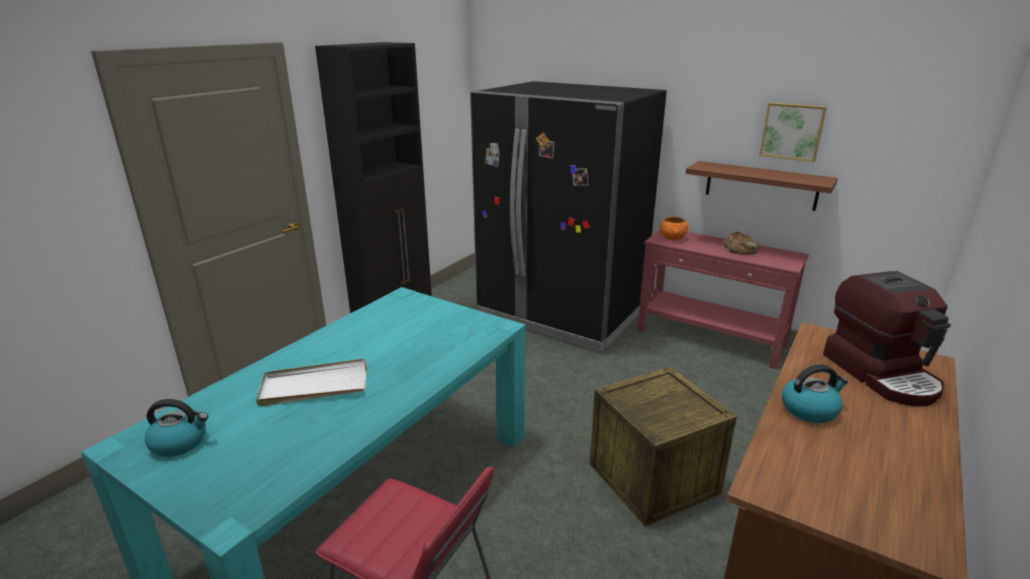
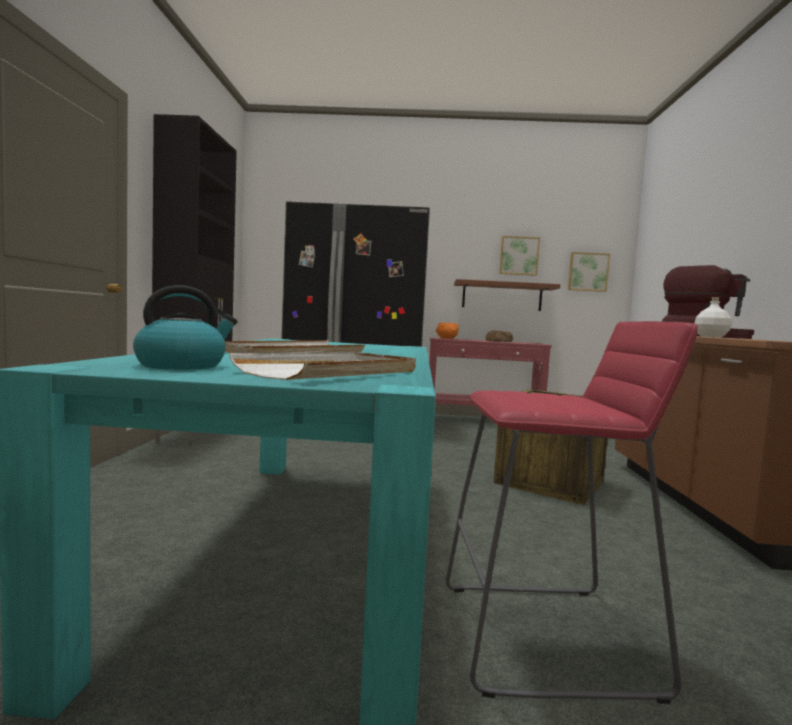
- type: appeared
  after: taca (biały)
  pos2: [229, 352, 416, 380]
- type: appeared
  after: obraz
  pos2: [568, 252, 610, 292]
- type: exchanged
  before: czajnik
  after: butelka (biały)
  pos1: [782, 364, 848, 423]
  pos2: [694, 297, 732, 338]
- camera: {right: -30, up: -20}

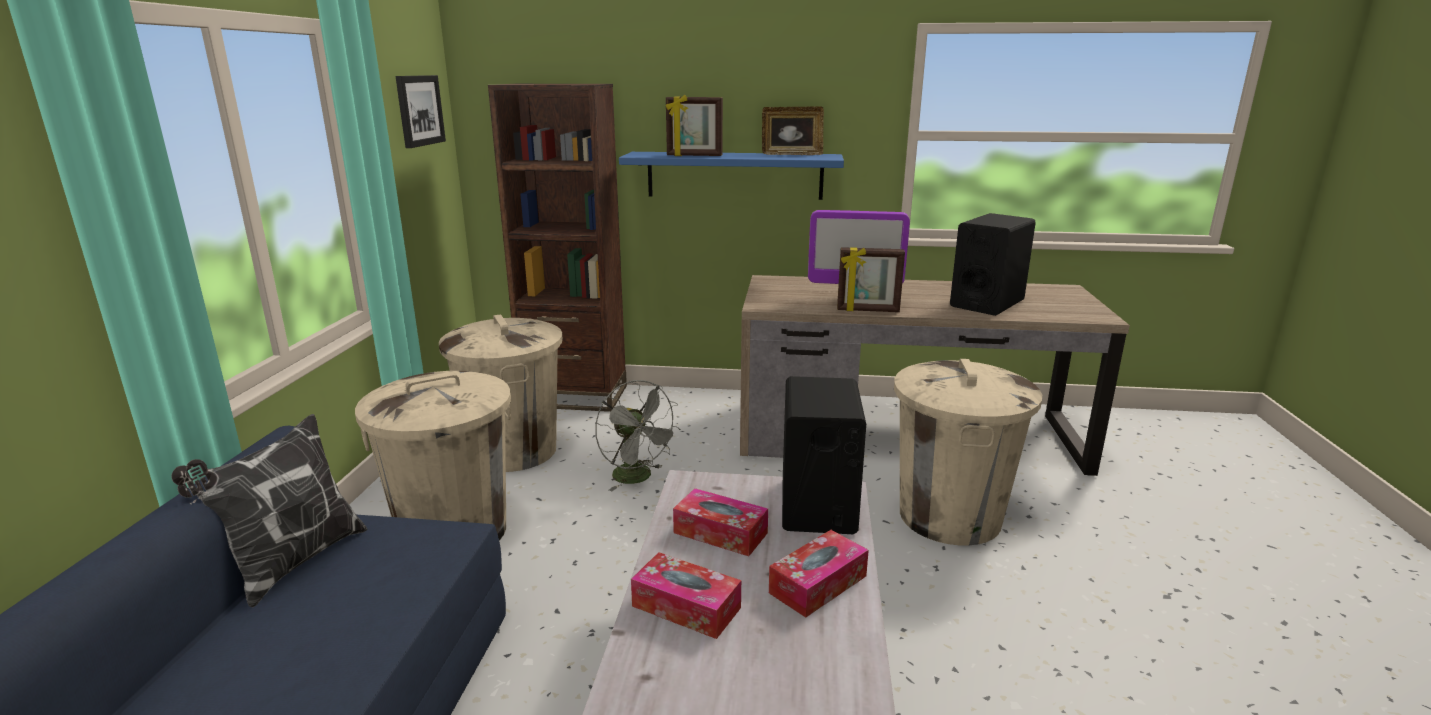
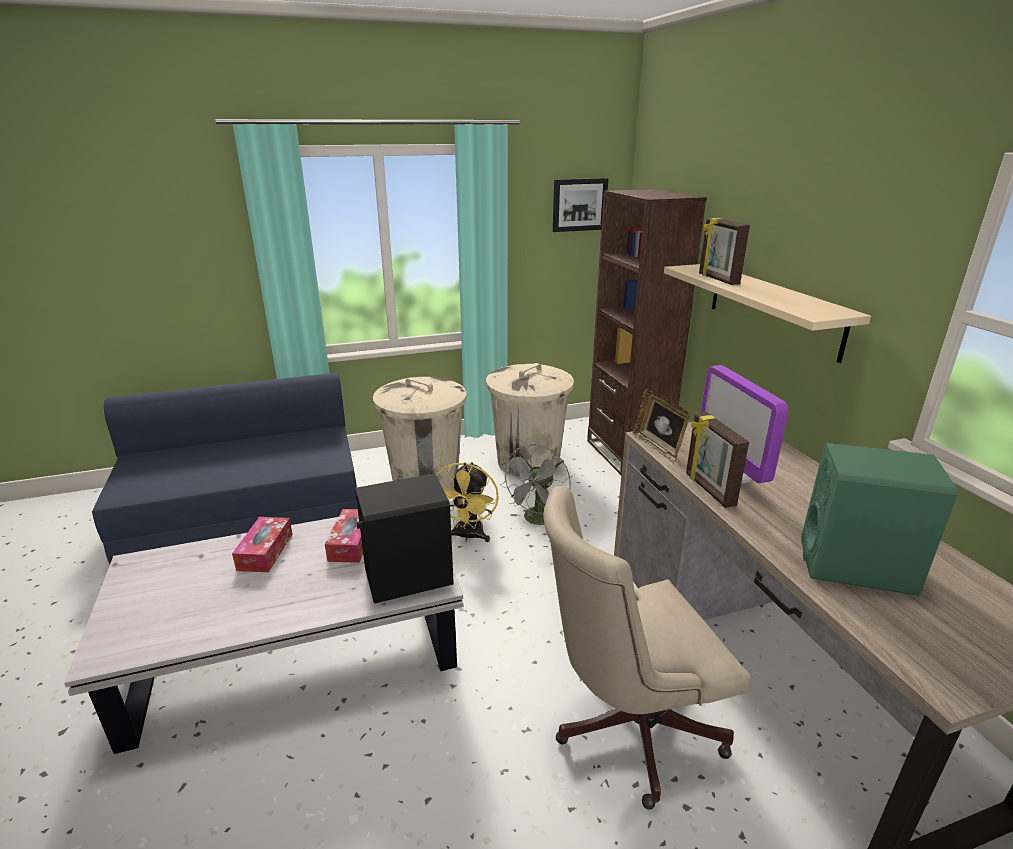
- type: appeared
  after: wentylator (żółty)
  pos2: [436, 462, 499, 542]
- type: exchanged
  before: kosz na śmieci (beżowy)
  after: krzesło biurowe (beżowy)
  pos1: [894, 359, 1042, 546]
  pos2: [543, 486, 751, 810]
- type: relocated
  before: ramka na zdjęcie
  pos1: [762, 106, 824, 155]
  pos2: [633, 389, 690, 463]
- type: colour
  before: półka (niebieski)
  after: półka (beżowy)
  pos1: [619, 152, 844, 200]
  pos2: [664, 264, 871, 363]
- type: colour
  before: głośnik (czarny)
  after: głośnik (zielony)
  pos1: [950, 213, 1036, 316]
  pos2: [801, 443, 958, 596]
- type: missing
  before: poduszka
  pos1: [172, 414, 367, 607]
- type: missing
  before: pudełko chusteczek
  pos1: [769, 530, 869, 618]
- camera: {right: 65, up: 5}

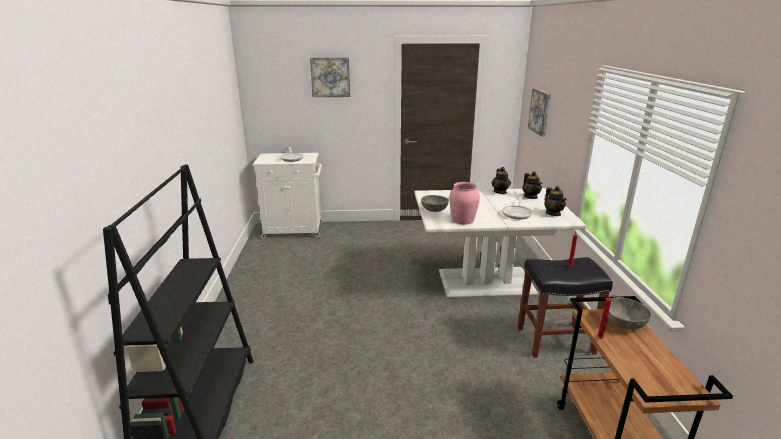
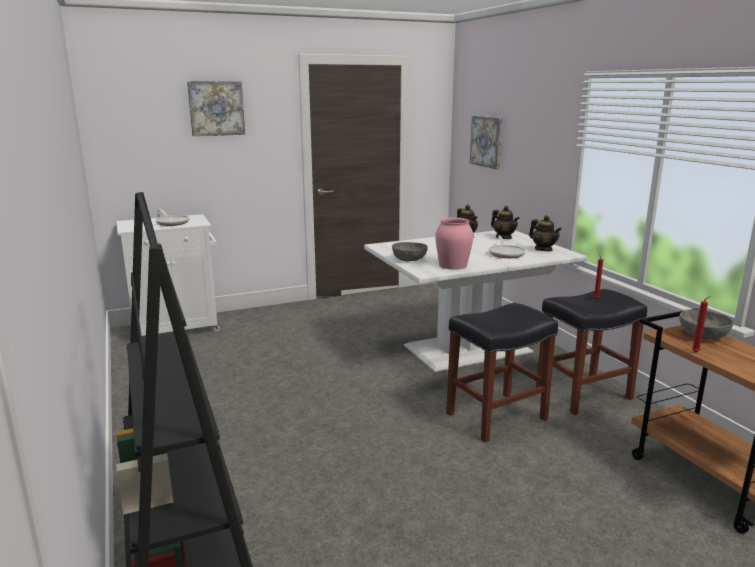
- type: appeared
  after: stołek (czarny)
  pos2: [446, 303, 558, 442]
- camera: {right: -20, up: -5}

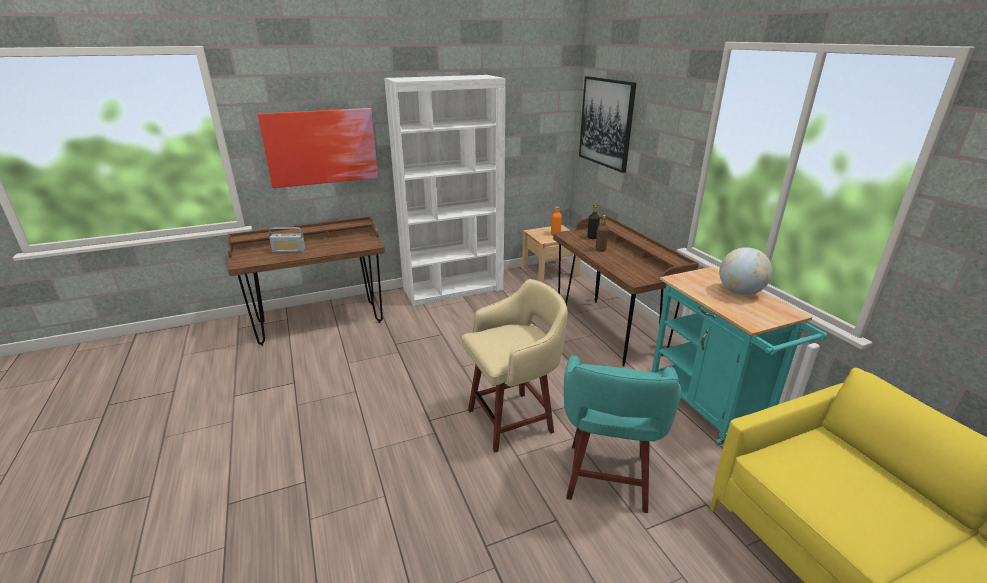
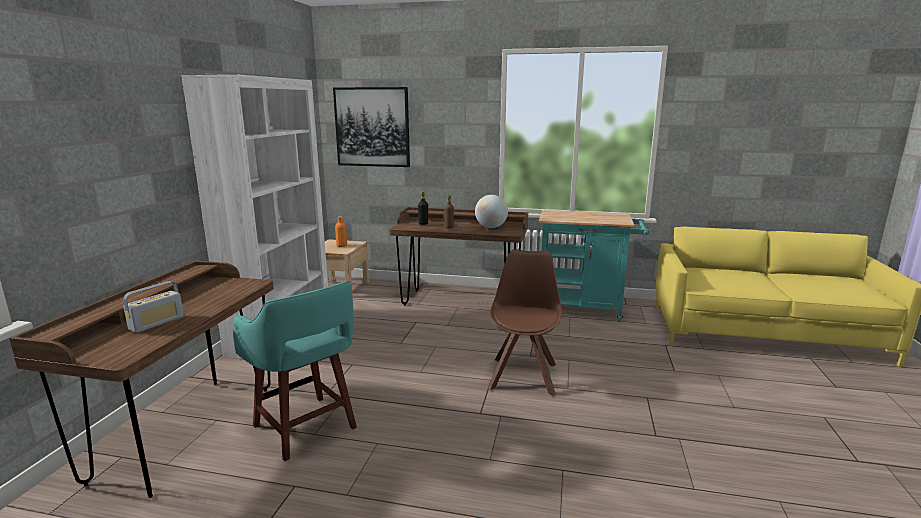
- type: relocated
  before: stołek (turkusowy)
  pos1: [564, 355, 681, 513]
  pos2: [233, 281, 357, 461]
- type: relocated
  before: globus
  pos1: [719, 247, 772, 295]
  pos2: [475, 195, 508, 228]
- type: exchanged
  before: stołek (beżowy)
  after: krzesło (brązowy)
  pos1: [462, 279, 568, 453]
  pos2: [488, 249, 563, 396]
- type: missing
  before: obraz
  pos1: [258, 108, 378, 188]
- camera: {right: -55, up: -10}

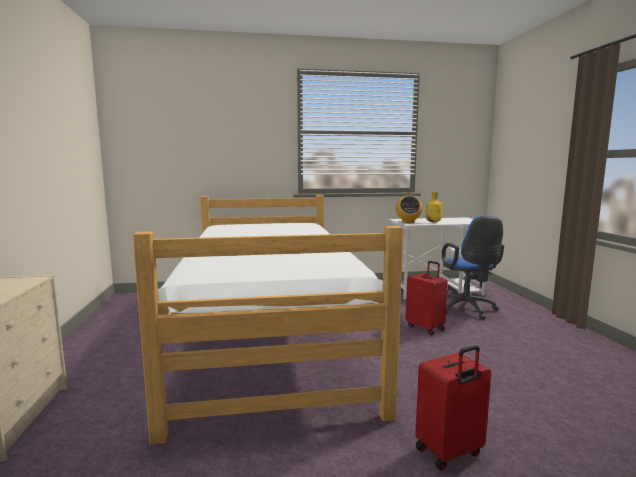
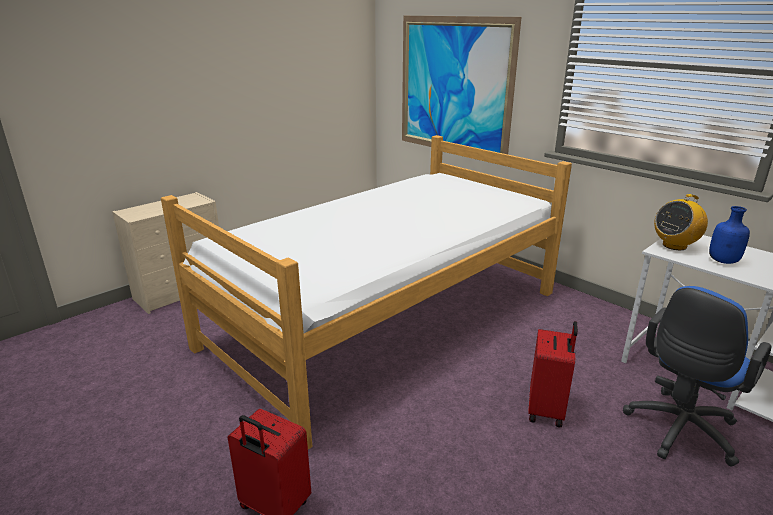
- type: appeared
  after: obraz
  pos2: [402, 16, 522, 154]
- type: colour
  before: butelka (żółty)
  after: butelka (niebieski)
  pos1: [426, 192, 442, 222]
  pos2: [709, 206, 750, 264]
- camera: {right: 55, up: 15}

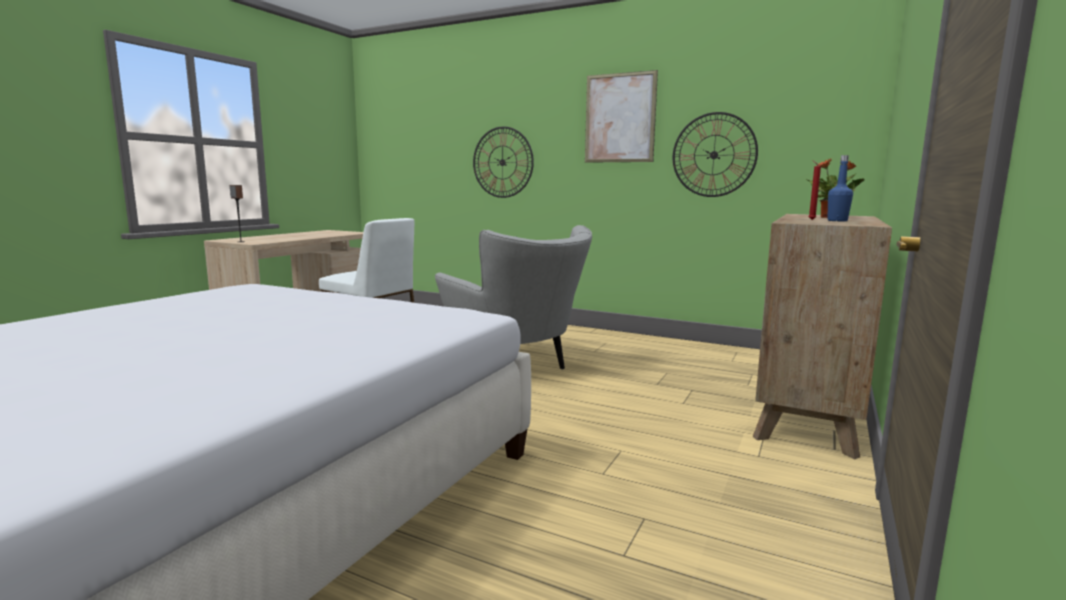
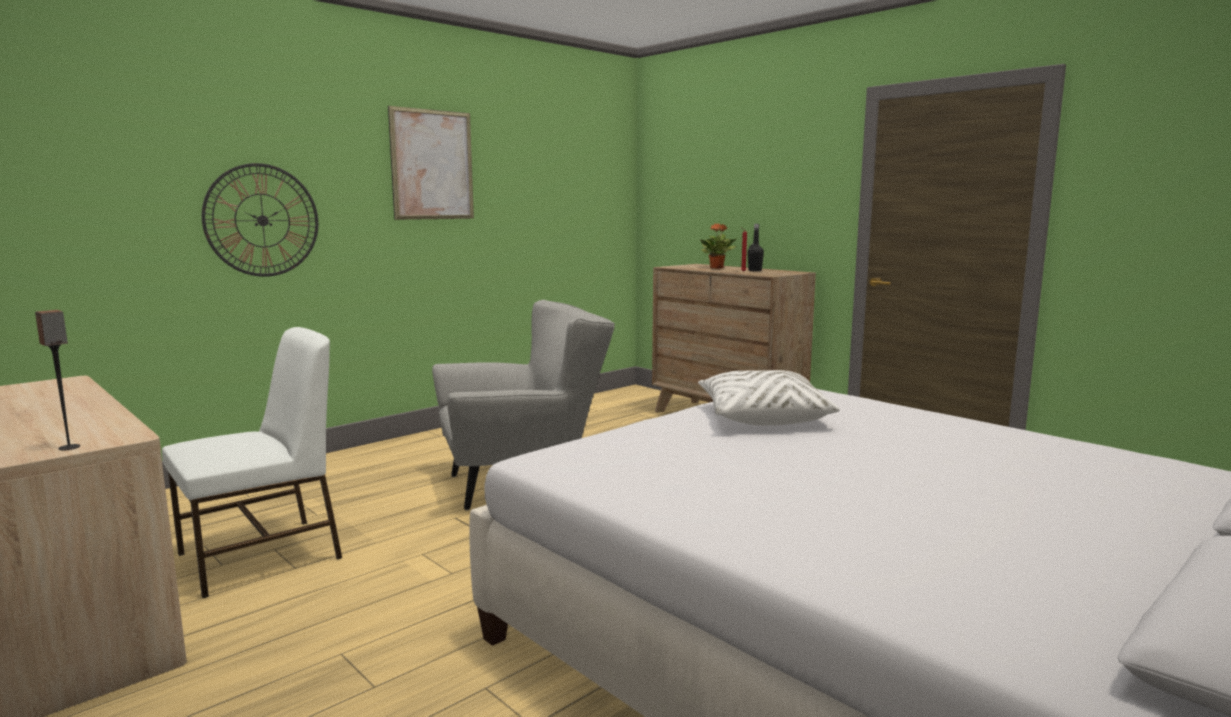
- type: appeared
  after: poduszka (biały)
  pos2: [698, 370, 840, 426]
- type: colour
  before: butelka (niebieski)
  after: butelka (czarny)
  pos1: [827, 155, 853, 221]
  pos2: [748, 224, 764, 271]
- type: missing
  before: zegar ścienny
  pos1: [673, 112, 758, 197]
- camera: {right: -70, up: 0}

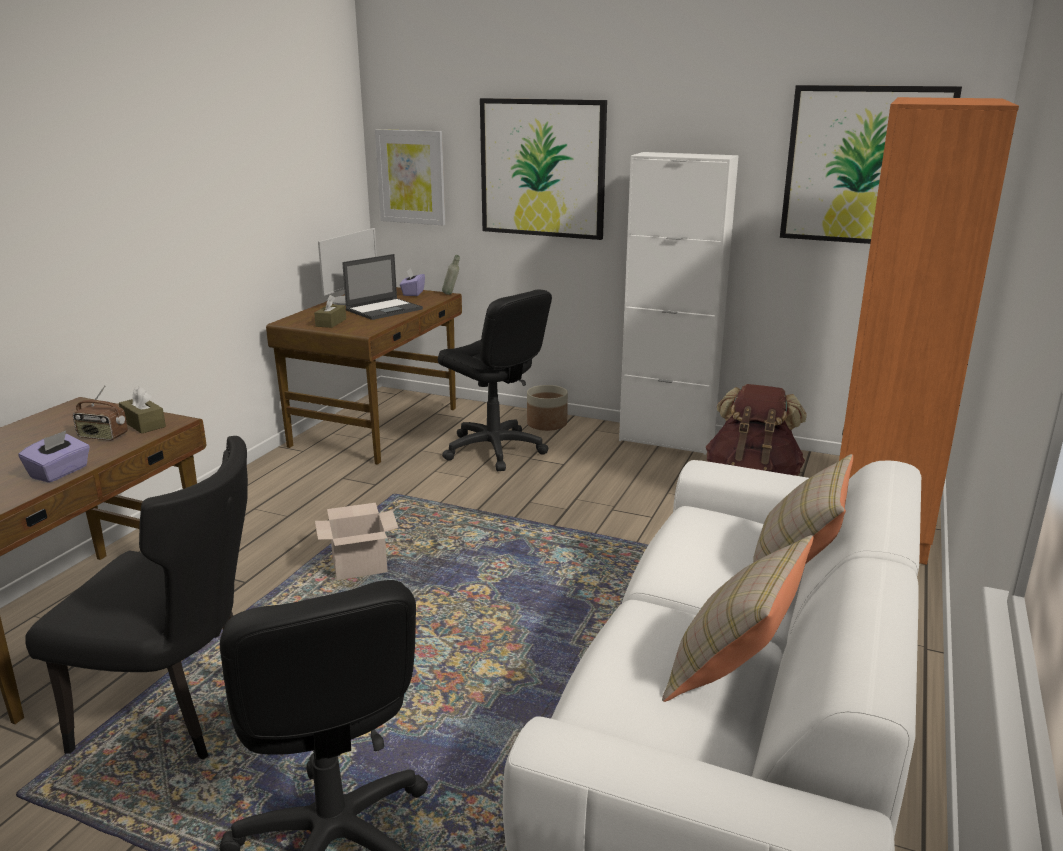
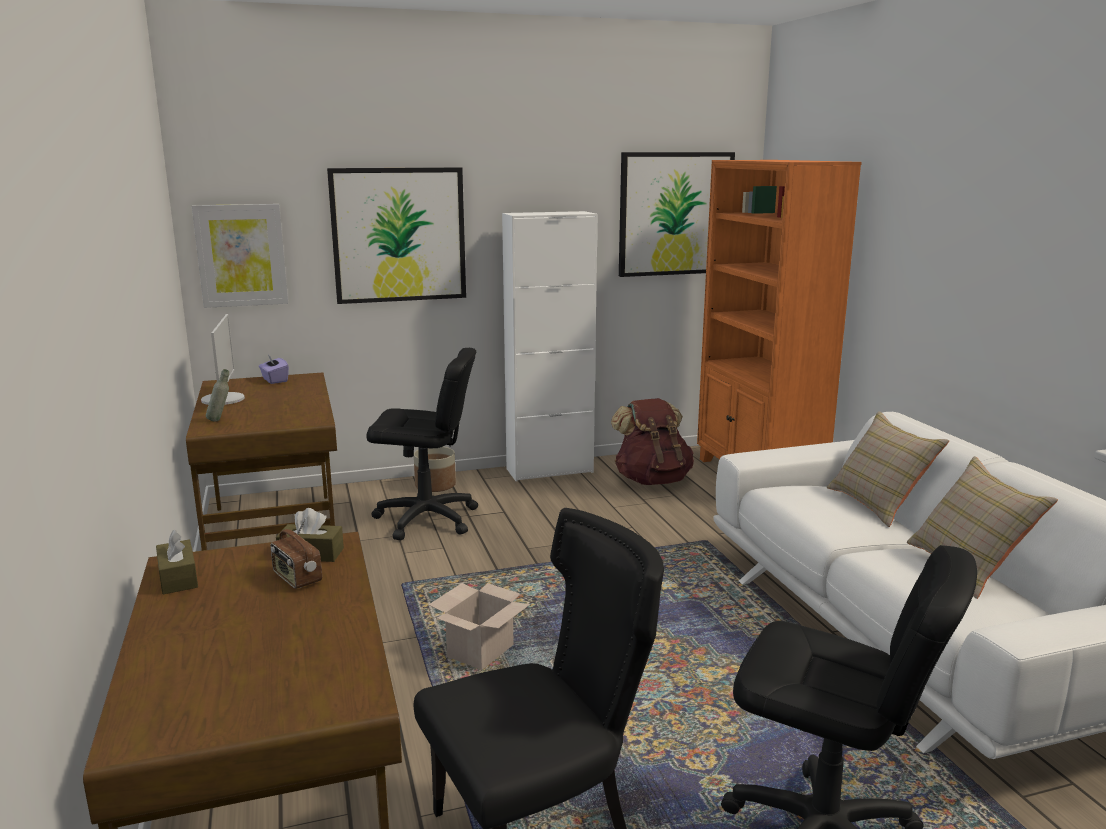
- type: relocated
  before: pudełko chusteczek (brązowy)
  pos1: [314, 295, 346, 328]
  pos2: [156, 530, 198, 594]
- type: relocated
  before: butelka (szary)
  pos1: [442, 255, 460, 295]
  pos2: [206, 369, 229, 422]
- type: spun
  before: radio
  pos1: [73, 385, 128, 440]
  pos2: [271, 518, 322, 589]
  turn: 75
- type: missing
  before: pudełko chusteczek (fioletowy)
  pos1: [18, 431, 90, 483]
- type: missing
  before: laptop
  pos1: [342, 254, 423, 320]
- camera: {right: -40, up: -5}

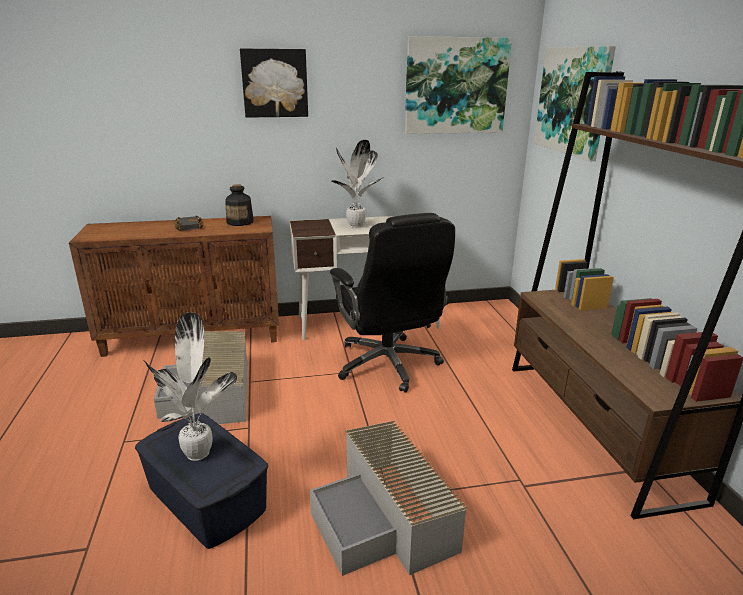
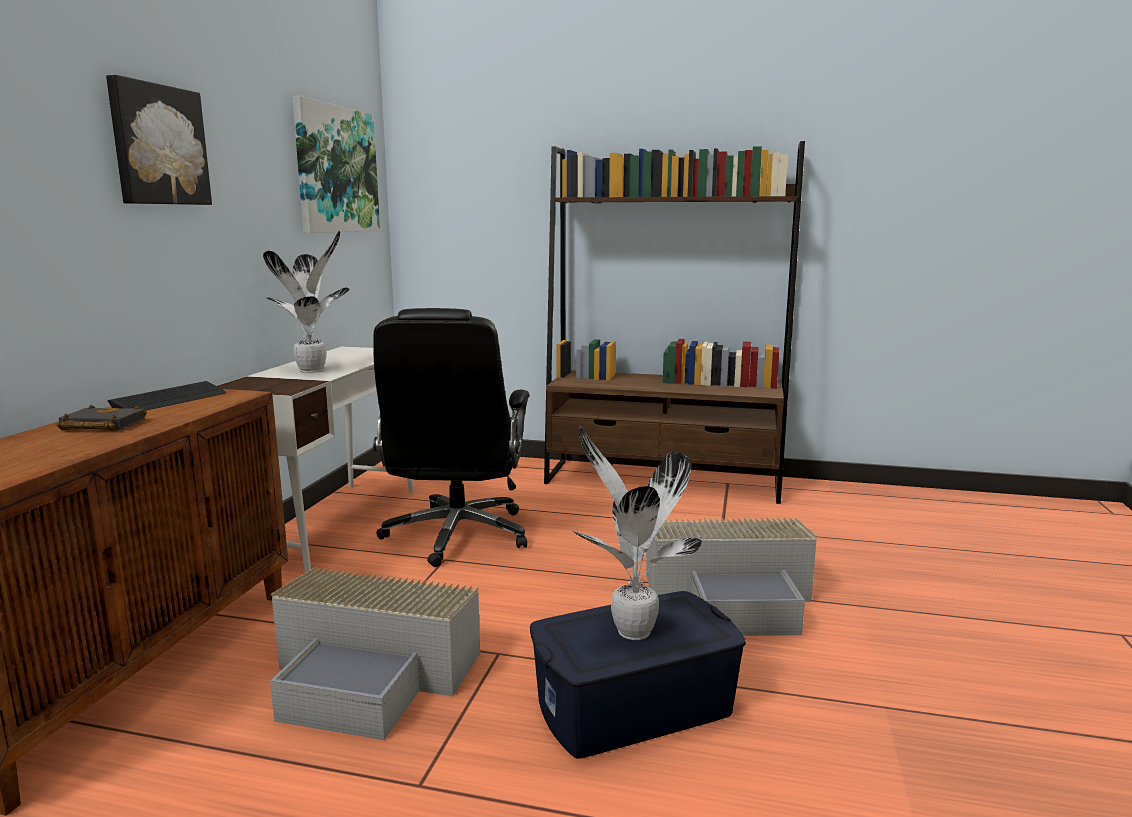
- type: exchanged
  before: butelka
  after: klawiatura
  pos1: [225, 184, 254, 226]
  pos2: [108, 381, 226, 410]
- type: spun
  before: krzesło biurowe (czarny)
  pos1: [330, 213, 455, 393]
  pos2: [373, 308, 530, 567]
  turn: 90
- type: missing
  before: obraz
  pos1: [534, 46, 616, 161]
- camera: {right: -65, up: -10}

